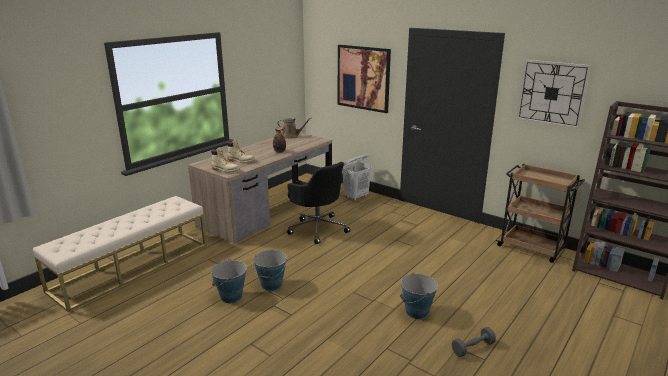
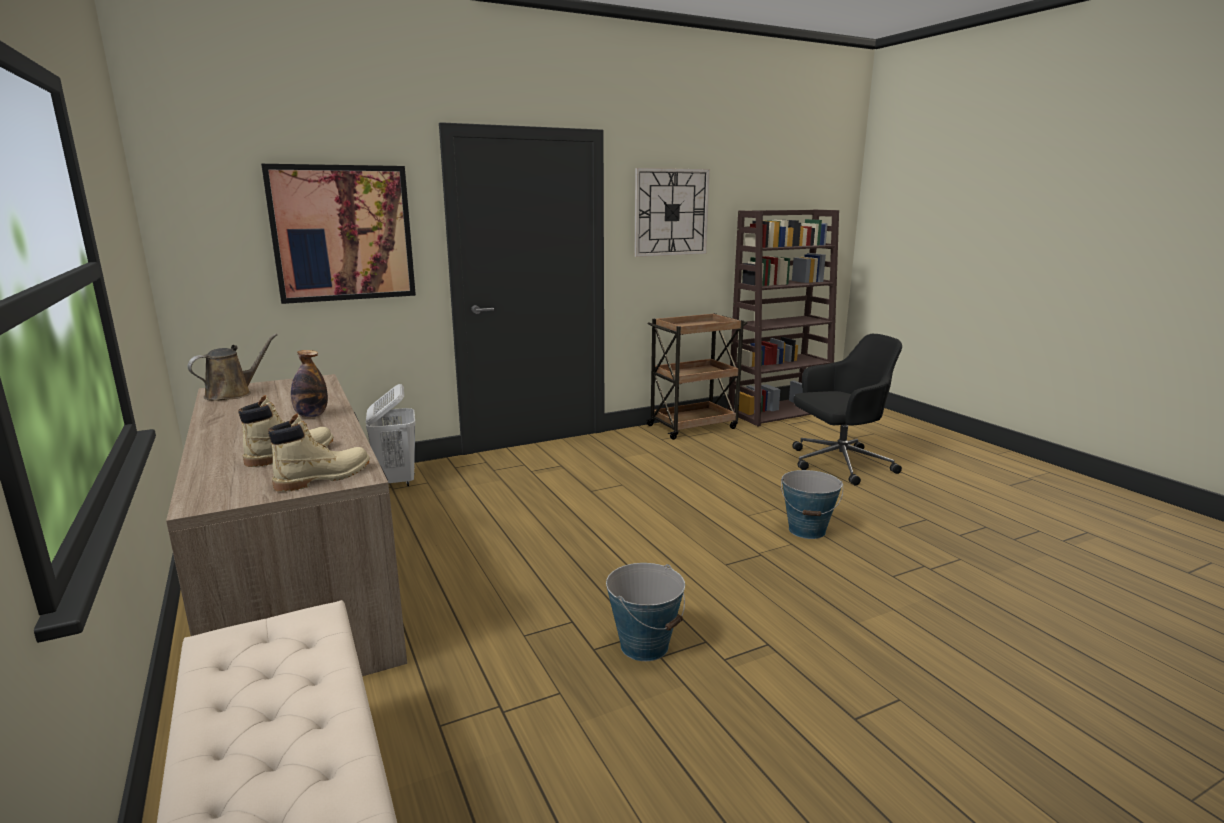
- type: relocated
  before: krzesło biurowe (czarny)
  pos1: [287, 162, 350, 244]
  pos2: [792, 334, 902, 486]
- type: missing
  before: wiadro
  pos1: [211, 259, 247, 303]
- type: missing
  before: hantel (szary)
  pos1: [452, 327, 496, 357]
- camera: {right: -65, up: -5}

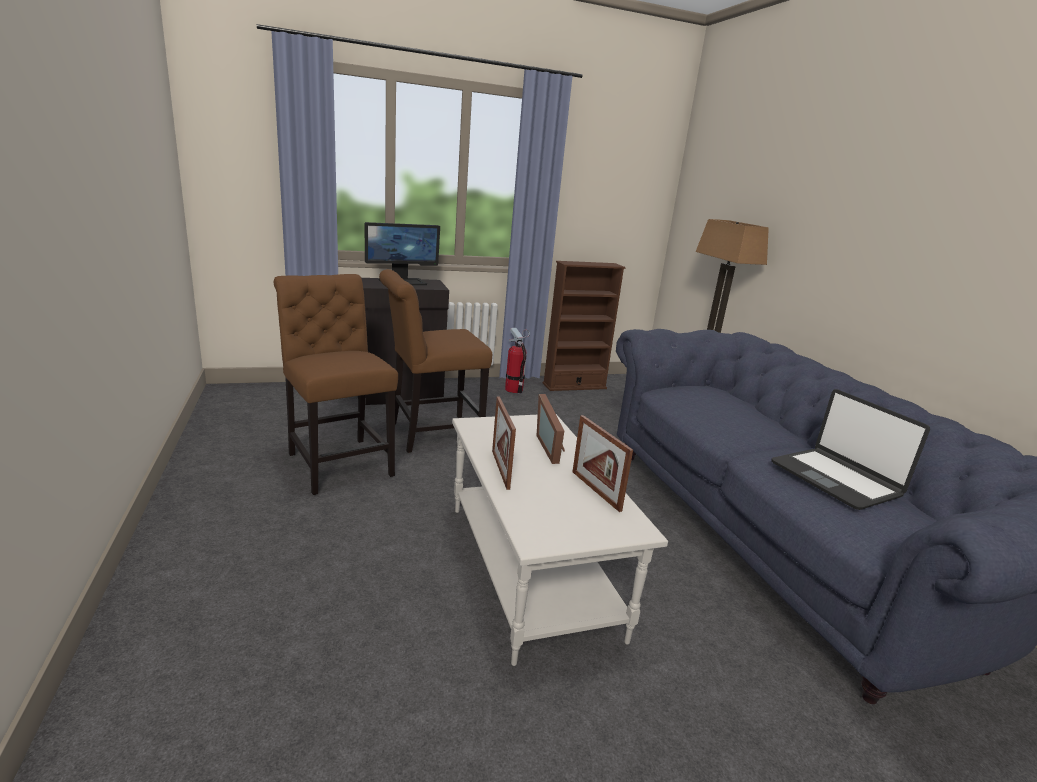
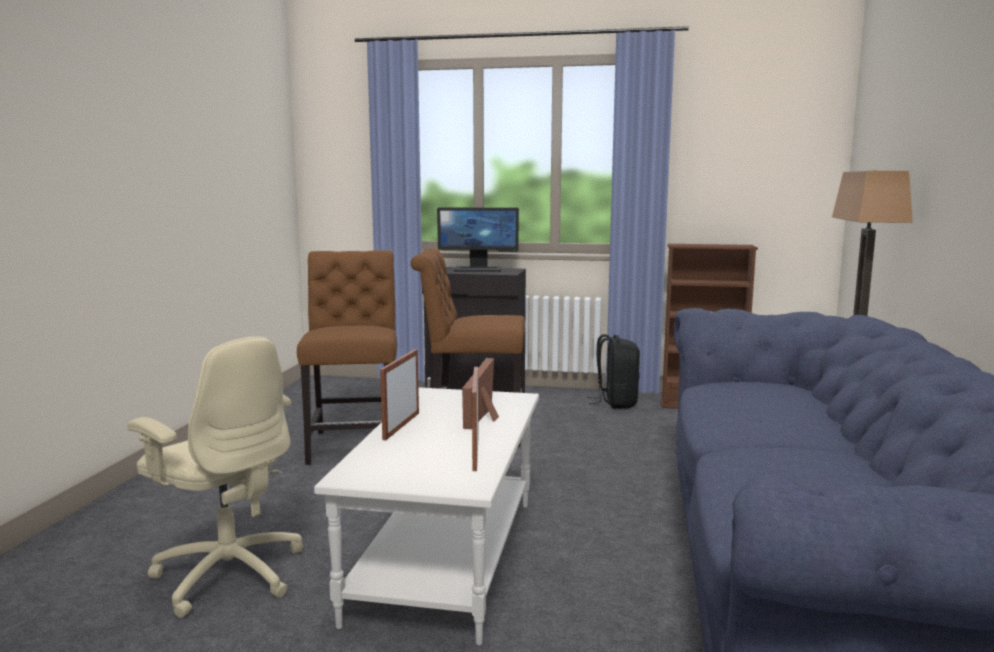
- type: appeared
  after: krzesło biurowe (beżowy)
  pos2: [127, 336, 303, 618]
- type: exchanged
  before: gaśnica
  after: plecak (czarny)
  pos1: [505, 328, 530, 394]
  pos2: [588, 334, 640, 409]
- type: missing
  before: laptop
  pos1: [771, 389, 930, 510]
- camera: {right: 30, up: -10}

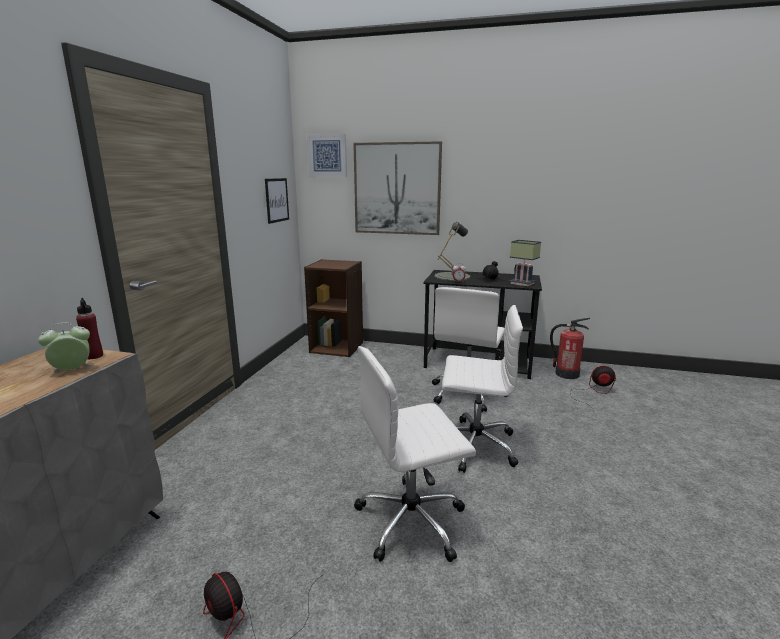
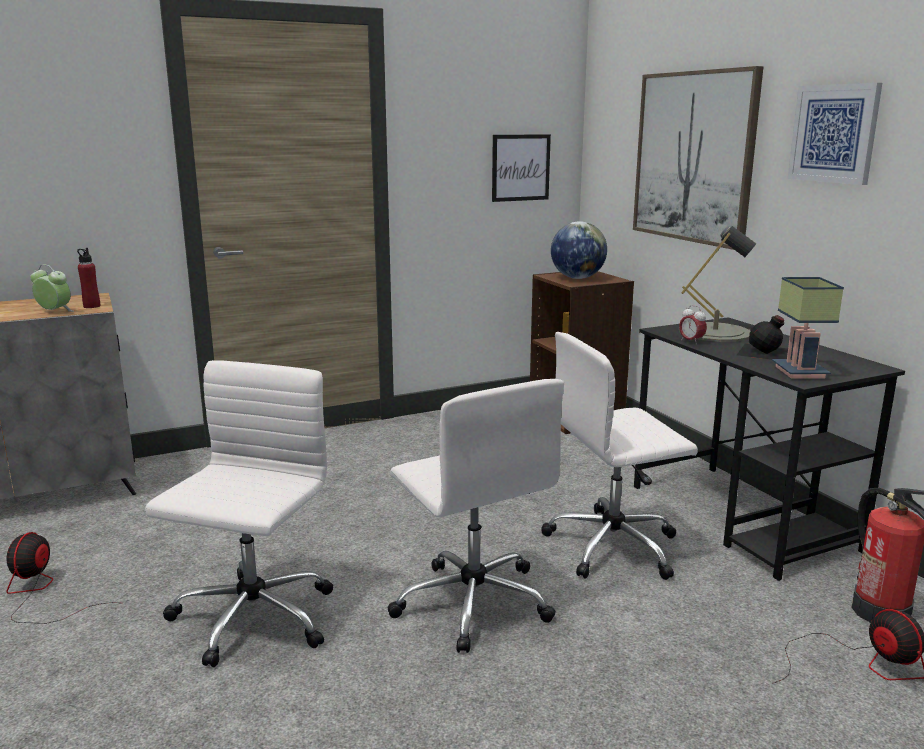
- type: spun
  before: krzesło biurowe (biały)
  pos1: [354, 346, 476, 562]
  pos2: [145, 360, 333, 667]
  turn: 75
- type: appeared
  after: globus
  pos2: [551, 221, 607, 279]
- type: relocated
  before: obraz
  pos1: [307, 134, 347, 177]
  pos2: [788, 83, 882, 185]
- camera: {right: 50, up: 0}

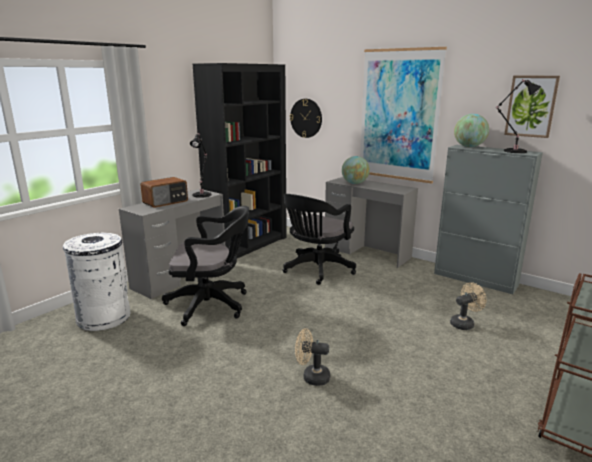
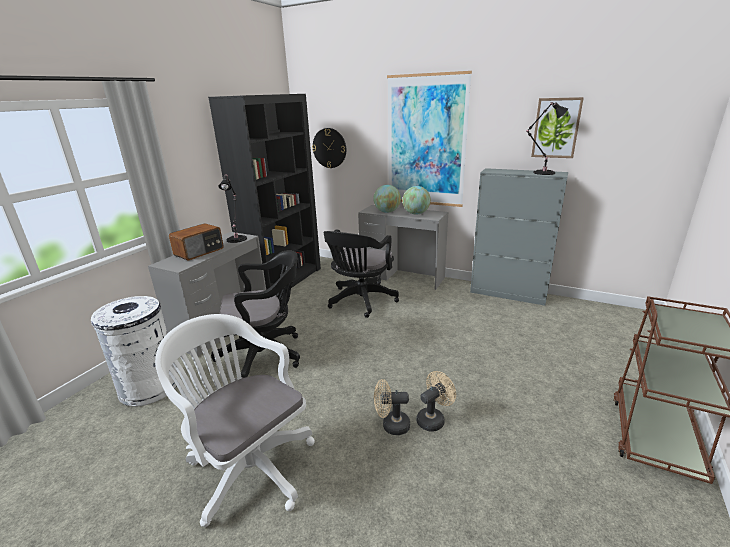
- type: appeared
  after: krzesło biurowe (biały)
  pos2: [155, 314, 315, 527]
- type: relocated
  before: globus
  pos1: [454, 114, 489, 147]
  pos2: [402, 186, 431, 214]
- type: relocated
  before: wentylator (beżowy)
  pos1: [450, 282, 487, 330]
  pos2: [417, 371, 456, 432]
- camera: {right: -10, up: 5}

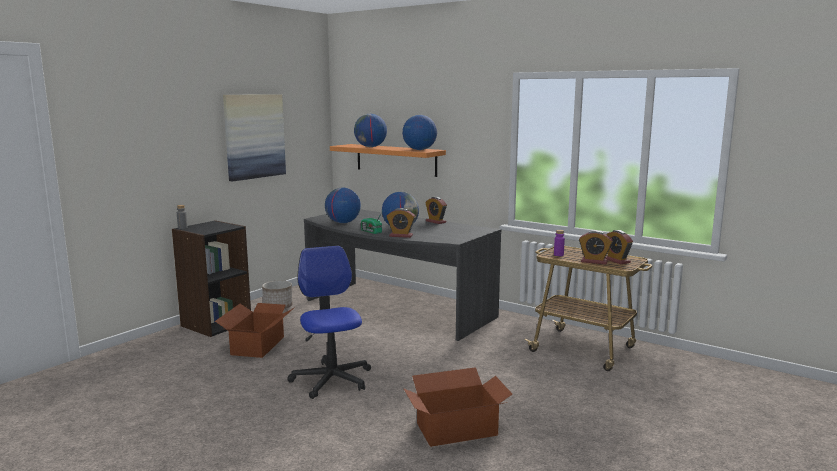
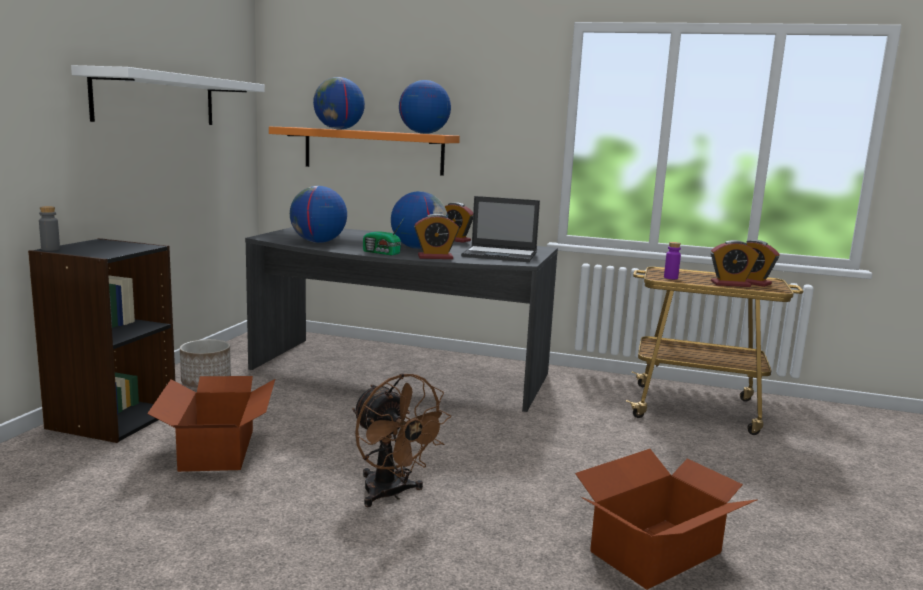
- type: exchanged
  before: obraz
  after: półka (biały)
  pos1: [223, 94, 286, 182]
  pos2: [71, 65, 264, 125]
- type: exchanged
  before: krzesło biurowe
  after: wentylator (brązowy)
  pos1: [287, 246, 371, 399]
  pos2: [352, 373, 451, 507]
- type: appeared
  after: laptop
  pos2: [461, 196, 540, 262]
- camera: {right: -20, up: 0}

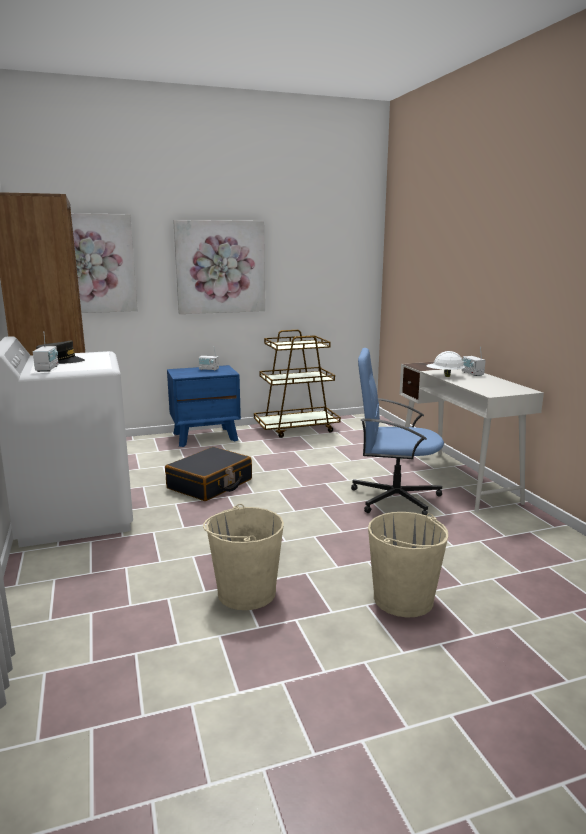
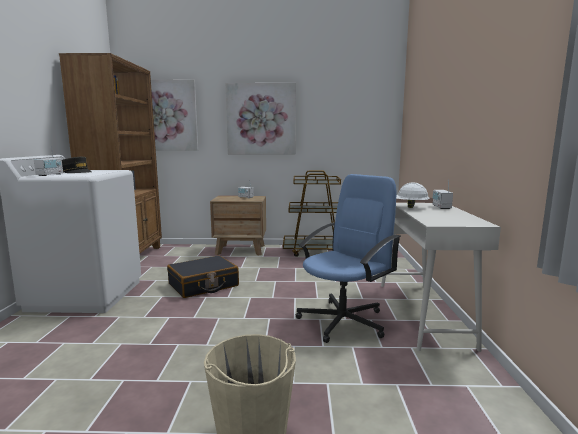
- type: colour
  before: szafka nocna (niebieski)
  after: szafka nocna (brązowy)
  pos1: [167, 365, 241, 447]
  pos2: [210, 196, 266, 256]
- type: spun
  before: krzesło biurowe (niebieski)
  pos1: [351, 348, 444, 515]
  pos2: [296, 174, 401, 343]
  turn: 105
- type: missing
  before: wiadro (beżowy)
  pos1: [203, 504, 284, 610]
- camera: {right: 20, up: -5}

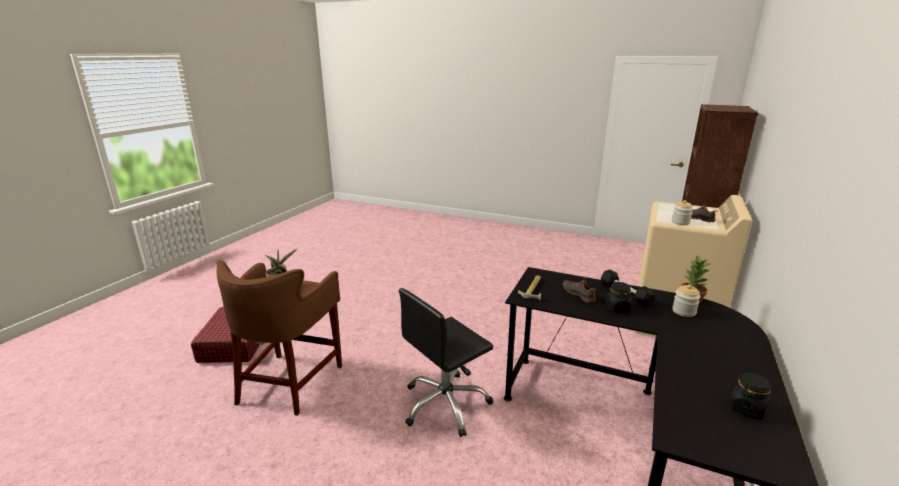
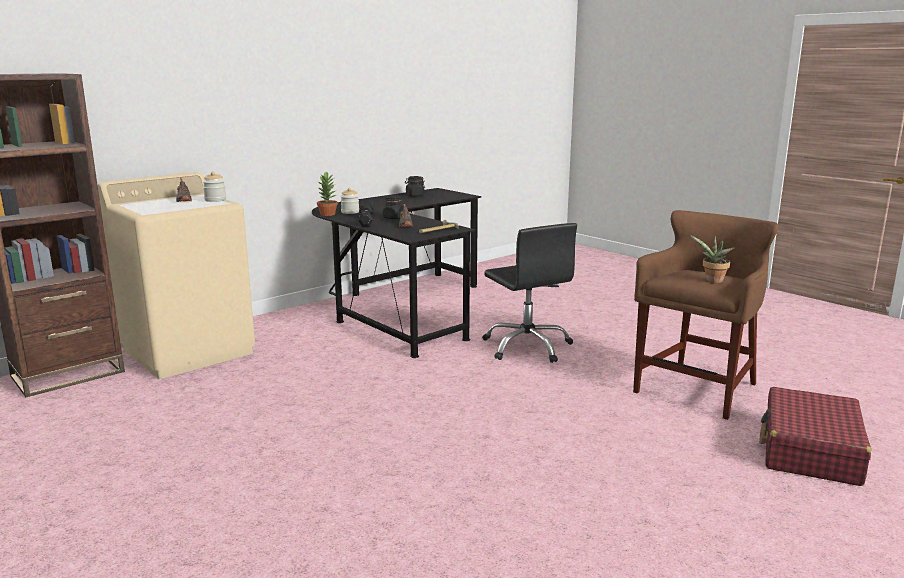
- type: spun
  before: krzesło biurowe (czarny)
  pos1: [399, 288, 493, 437]
  pos2: [483, 223, 577, 363]
  turn: 75
- camera: {right: -155, up: -5}

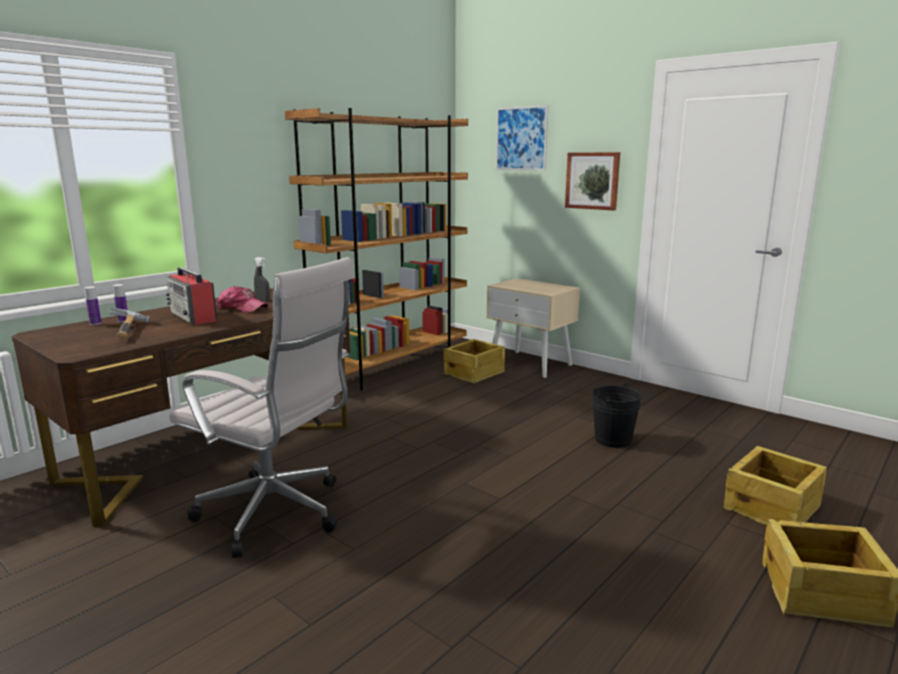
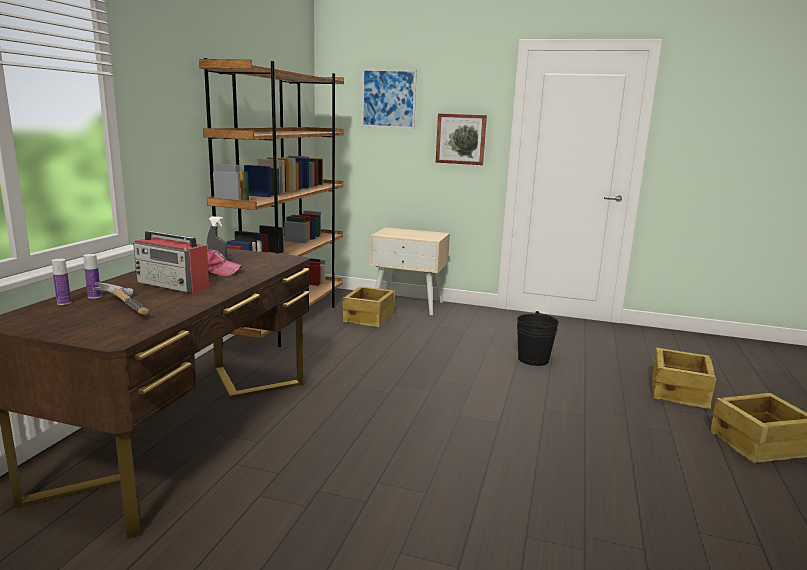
- type: missing
  before: krzesło biurowe (biały)
  pos1: [169, 257, 354, 558]
- camera: {right: -25, up: 0}

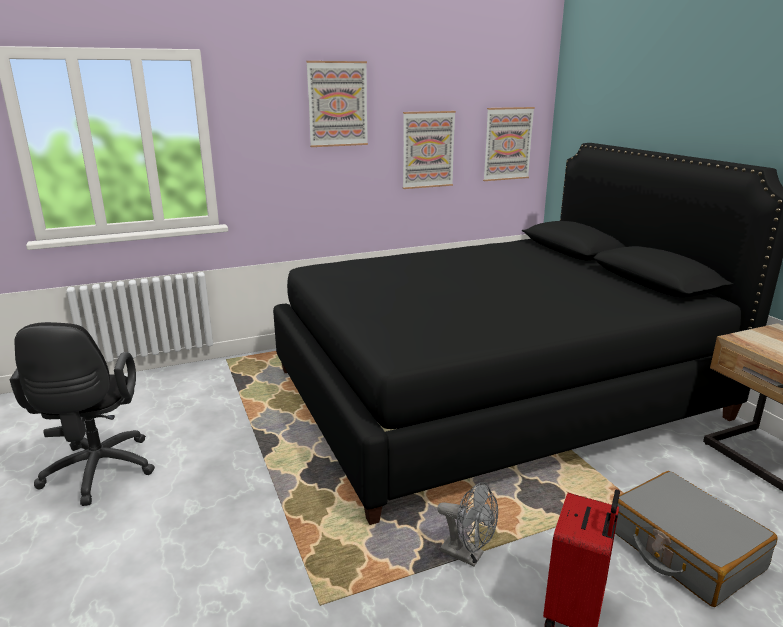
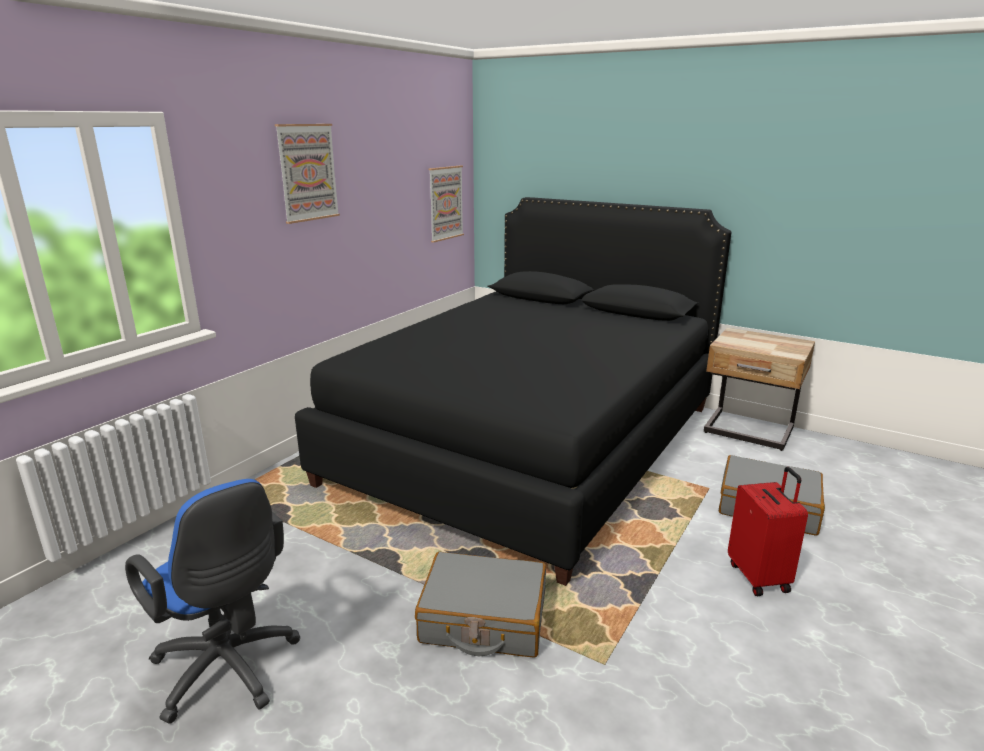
- type: colour
  before: krzesło biurowe (czarny)
  after: krzesło biurowe (niebieski)
  pos1: [10, 322, 155, 506]
  pos2: [125, 479, 300, 724]
- type: appeared
  after: walizka (szary)
  pos2: [415, 552, 546, 658]
- type: missing
  before: obraz
  pos1: [403, 111, 456, 189]
- type: missing
  before: wentylator (szary)
  pos1: [437, 482, 498, 567]
- camera: {right: -35, up: 0}

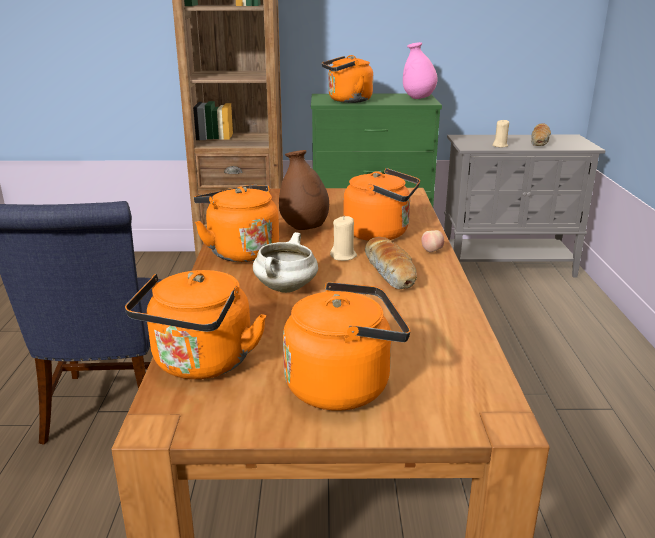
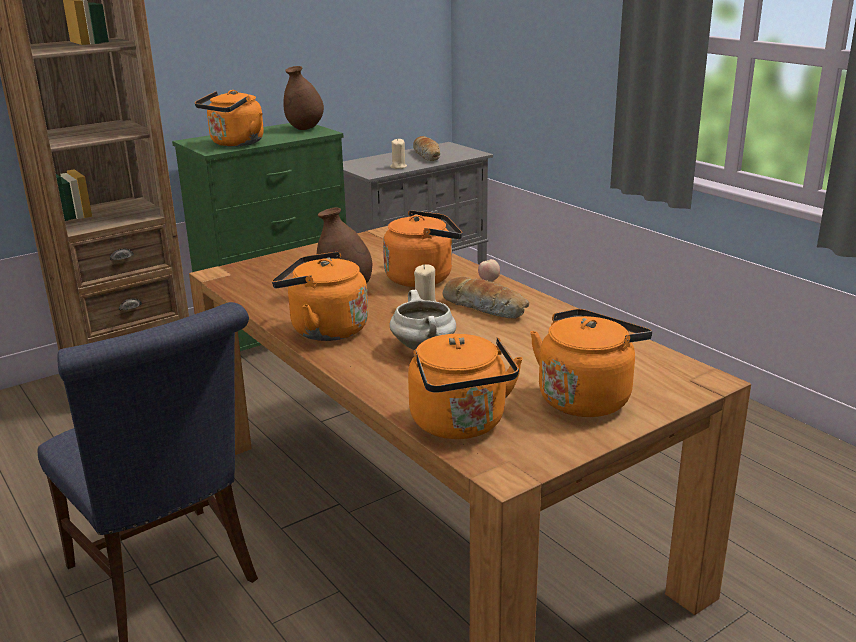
- type: colour
  before: wazon (różowy)
  after: wazon (brązowy)
  pos1: [403, 42, 438, 99]
  pos2: [283, 66, 324, 130]
- camera: {right: -35, up: 0}

